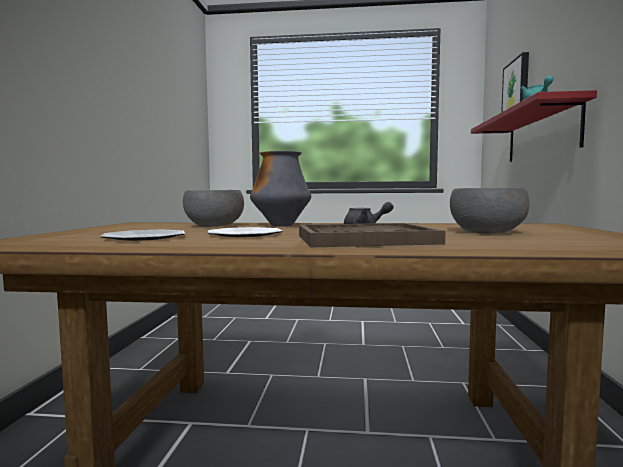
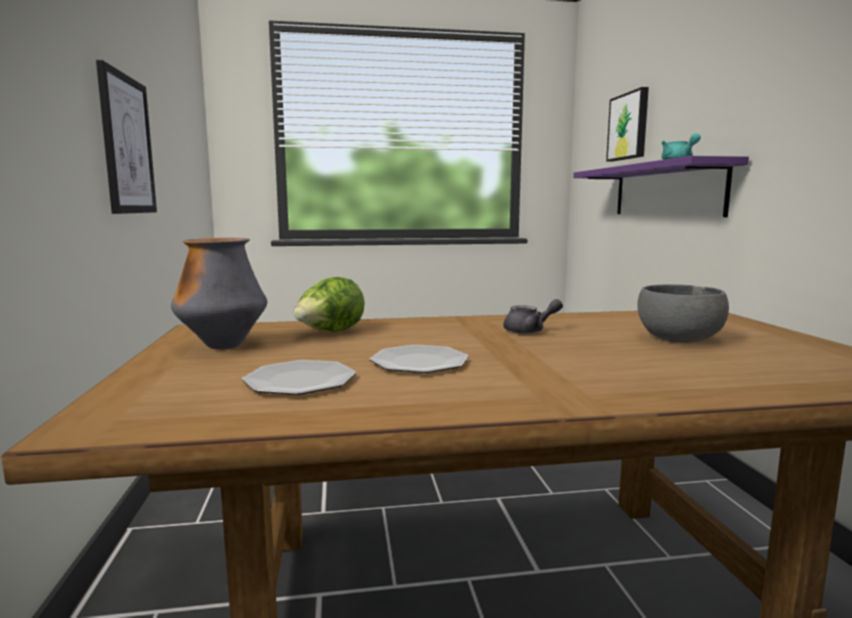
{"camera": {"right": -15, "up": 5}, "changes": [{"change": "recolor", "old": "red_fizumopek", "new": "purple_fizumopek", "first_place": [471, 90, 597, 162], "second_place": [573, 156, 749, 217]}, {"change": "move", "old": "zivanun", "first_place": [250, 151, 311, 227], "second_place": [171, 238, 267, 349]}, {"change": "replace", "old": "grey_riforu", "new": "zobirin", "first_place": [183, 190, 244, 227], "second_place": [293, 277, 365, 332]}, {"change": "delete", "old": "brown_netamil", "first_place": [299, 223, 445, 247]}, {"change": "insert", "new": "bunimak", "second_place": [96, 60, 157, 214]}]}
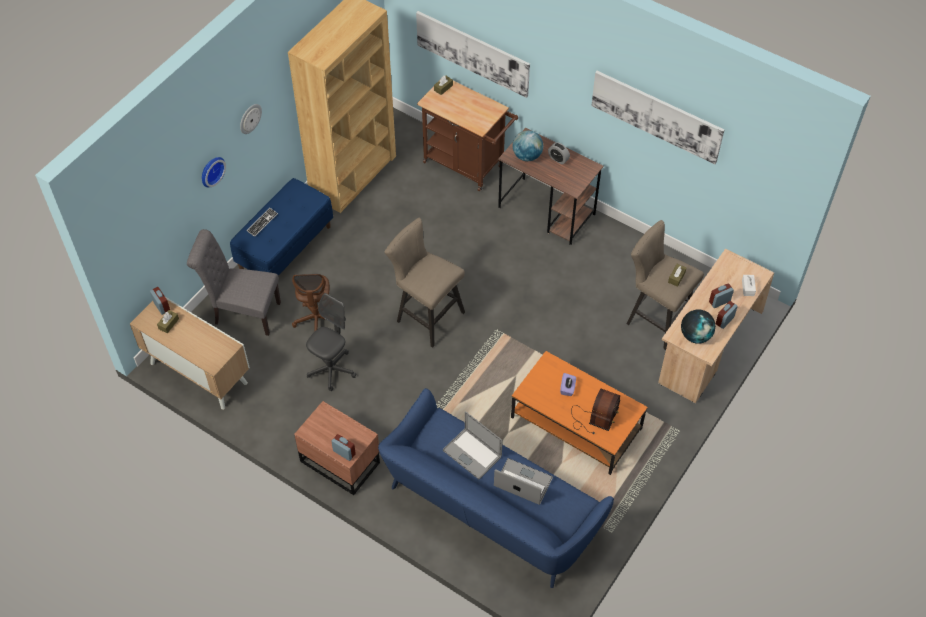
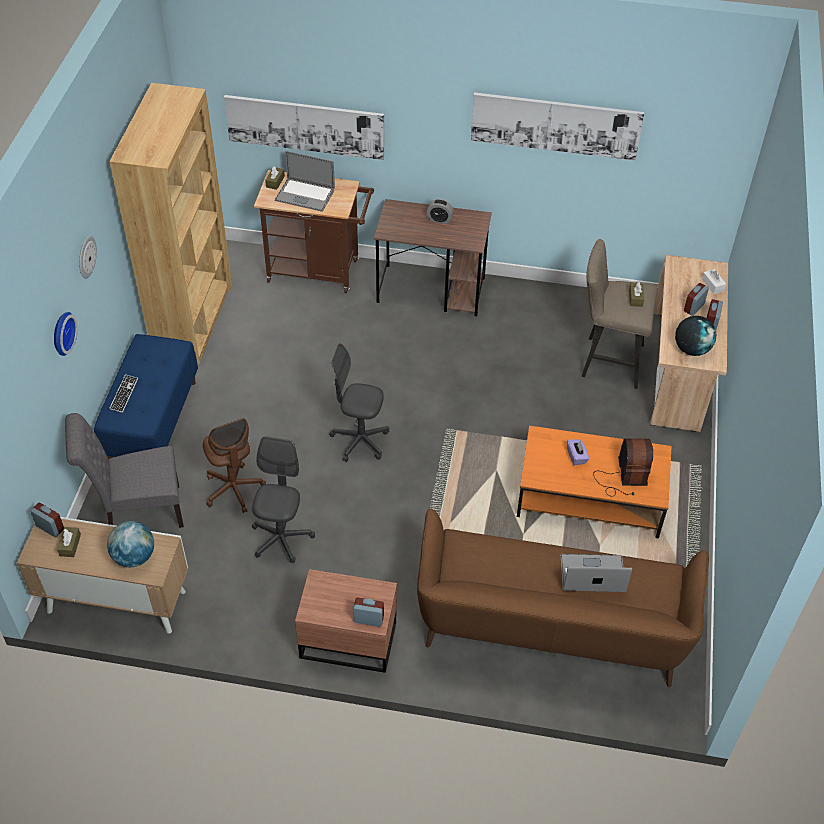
{"camera": {"right": -25, "up": -5}, "changes": [{"change": "move", "old": "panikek", "first_place": [513, 130, 543, 161], "second_place": [107, 521, 154, 567]}, {"change": "replace", "old": "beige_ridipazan", "new": "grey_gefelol", "first_place": [385, 218, 465, 348], "second_place": [329, 343, 389, 462]}, {"change": "recolor", "old": "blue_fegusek", "new": "brown_fegusek", "first_place": [378, 388, 614, 588], "second_place": [417, 509, 709, 687]}, {"change": "move", "old": "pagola", "first_place": [443, 411, 503, 479], "second_place": [275, 151, 335, 212]}]}
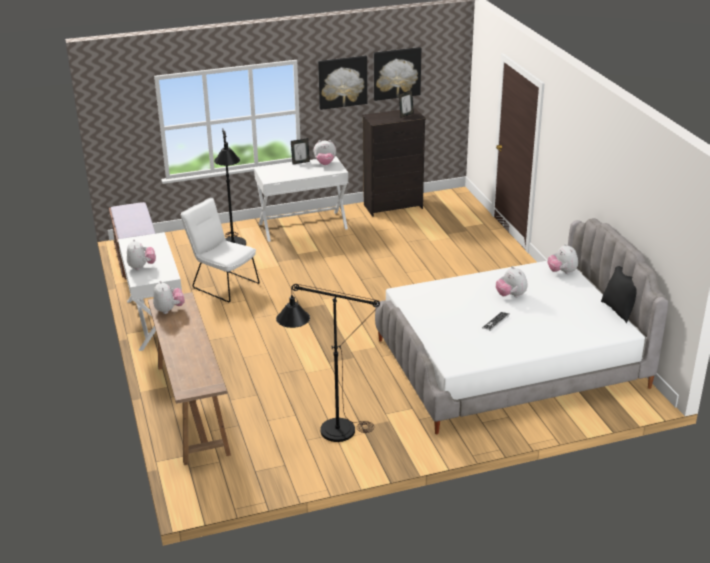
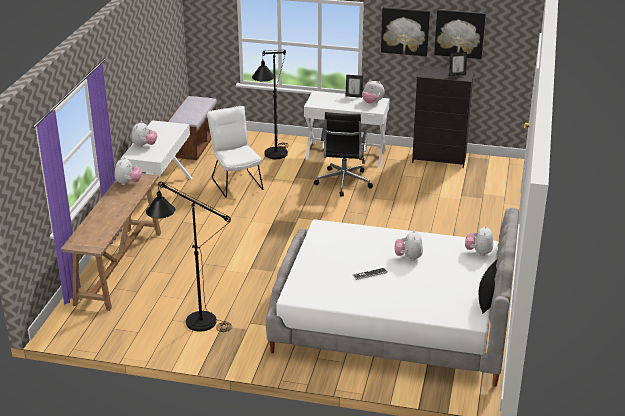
{"camera": {"right": 30, "up": 0}, "changes": [{"change": "insert", "new": "black_gefelol", "second_place": [314, 112, 373, 197]}]}
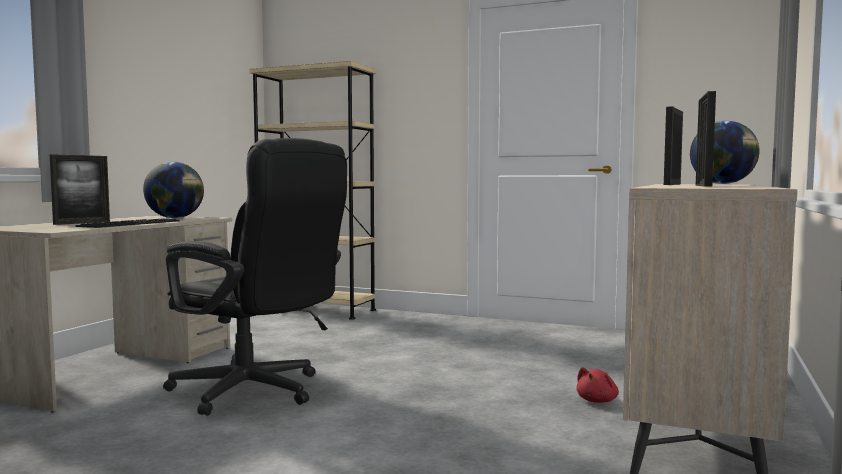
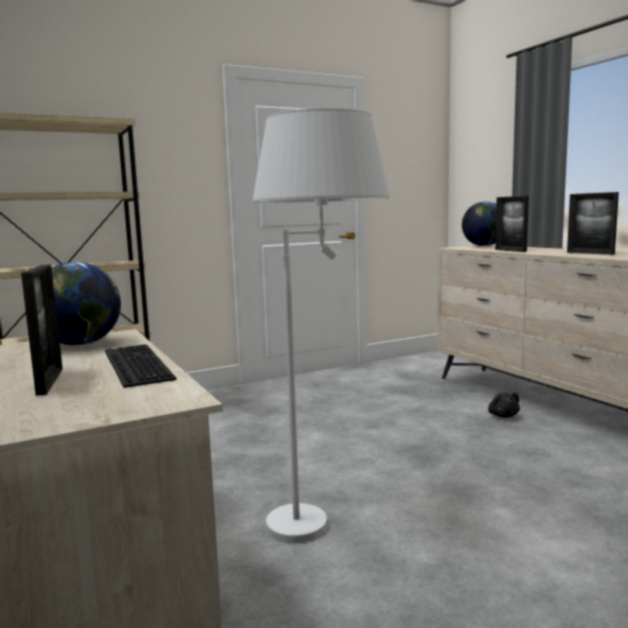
{"camera": {"right": -50, "up": 5}, "changes": [{"change": "replace", "old": "black_gefelol", "new": "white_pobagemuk", "first_place": [163, 138, 347, 416], "second_place": [253, 108, 389, 543]}, {"change": "recolor", "old": "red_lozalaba", "new": "black_lozalaba", "first_place": [576, 367, 619, 403], "second_place": [488, 393, 520, 418]}]}
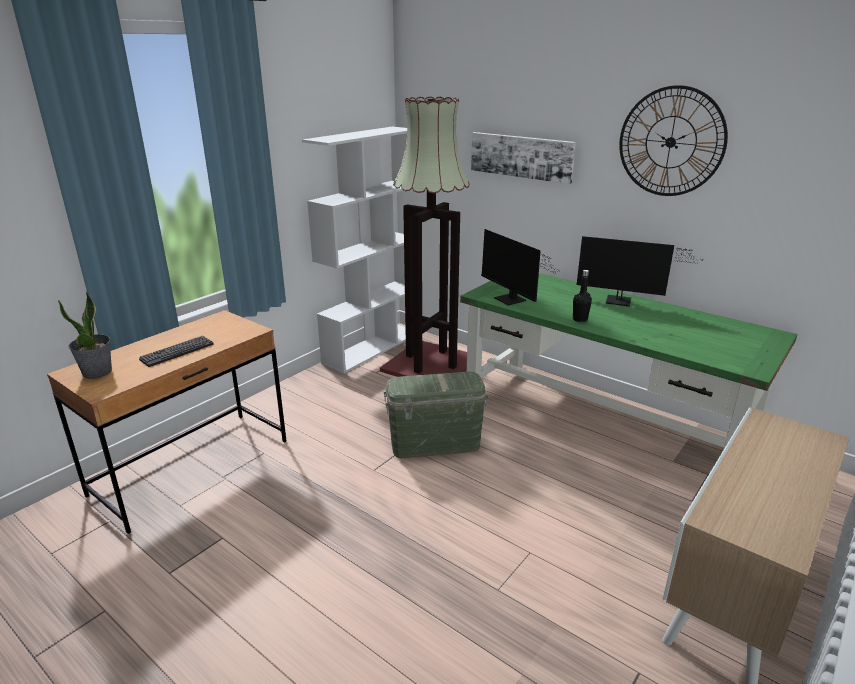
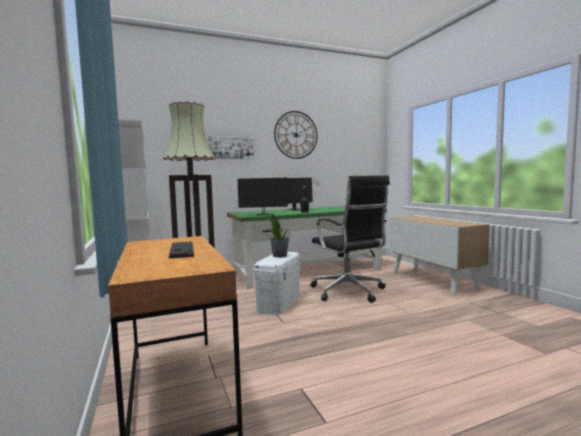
{"camera": {"right": -60, "up": -20}, "changes": [{"change": "move", "old": "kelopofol", "first_place": [58, 291, 112, 379], "second_place": [269, 213, 290, 257]}, {"change": "recolor", "old": "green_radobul", "new": "white_radobul", "first_place": [384, 372, 488, 458], "second_place": [253, 252, 300, 315]}, {"change": "insert", "new": "black_gefelol", "second_place": [311, 175, 390, 303]}]}
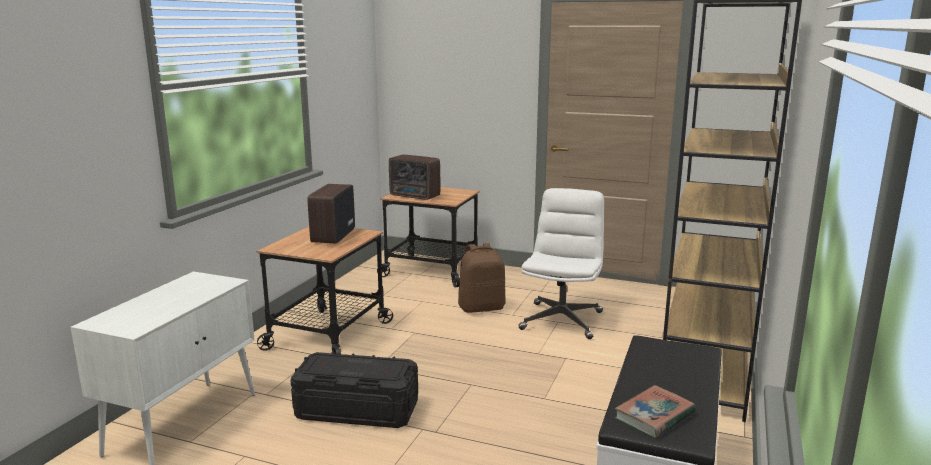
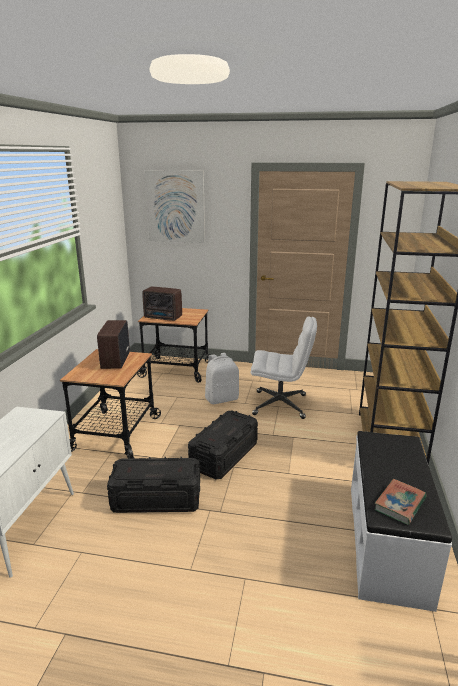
{"camera": {"right": -10, "up": 5}, "changes": [{"change": "rotate", "old": "white_gefelol", "first_place": [518, 188, 604, 339], "second_place": [251, 316, 317, 419], "degrees": 90}, {"change": "recolor", "old": "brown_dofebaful", "new": "white_dofebaful", "first_place": [458, 243, 506, 313], "second_place": [205, 353, 239, 404]}, {"change": "insert", "new": "bunimak", "second_place": [145, 170, 205, 243]}, {"change": "insert", "new": "black_radobul", "second_place": [188, 411, 258, 480]}]}
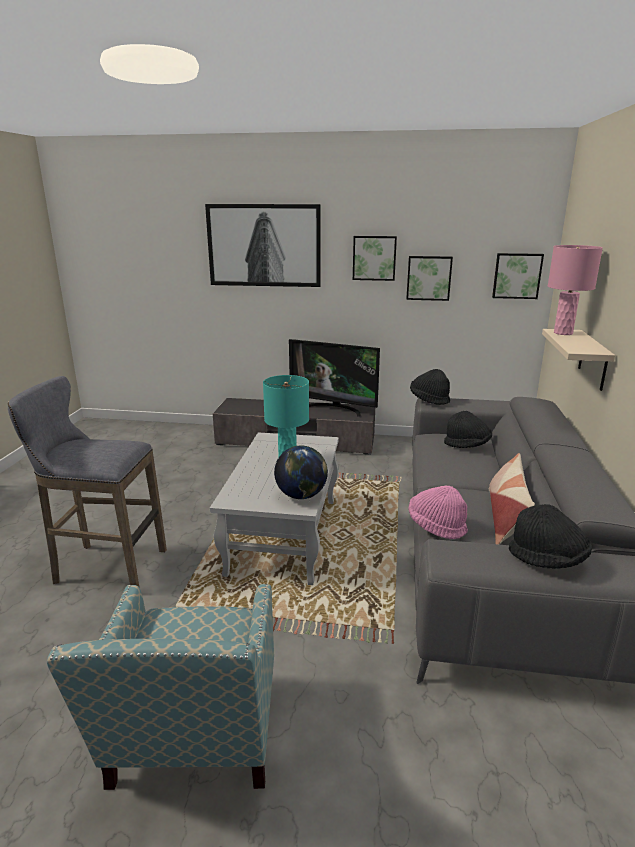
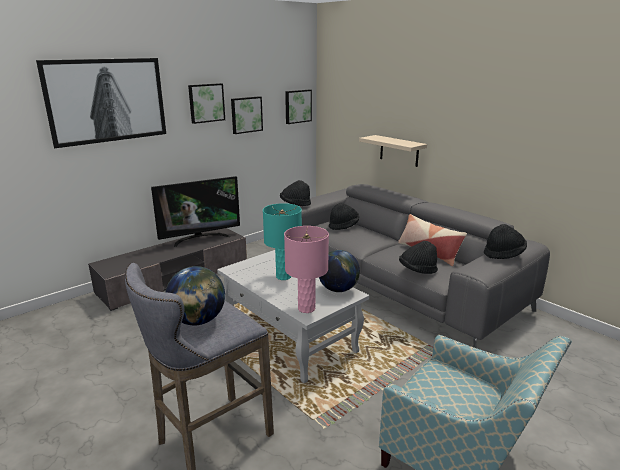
{"camera": {"right": -50, "up": 0}, "changes": [{"change": "move", "old": "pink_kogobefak", "first_place": [548, 245, 603, 335], "second_place": [284, 226, 329, 313]}, {"change": "recolor", "old": "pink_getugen", "new": "black_getugen", "first_place": [408, 486, 468, 539], "second_place": [399, 241, 438, 274]}, {"change": "insert", "new": "panikek", "second_place": [165, 266, 225, 326]}]}
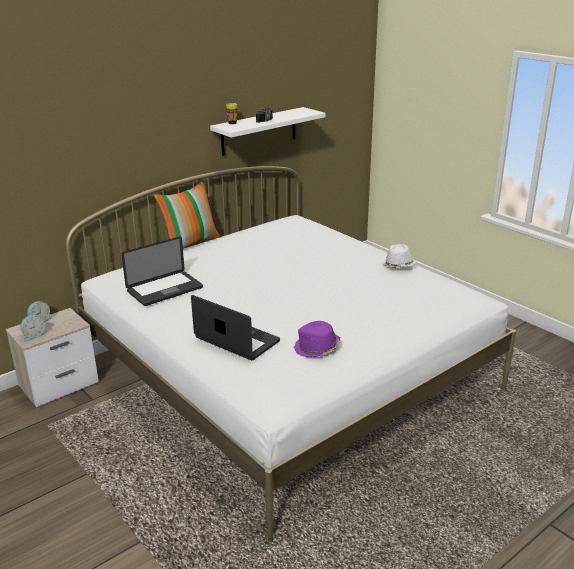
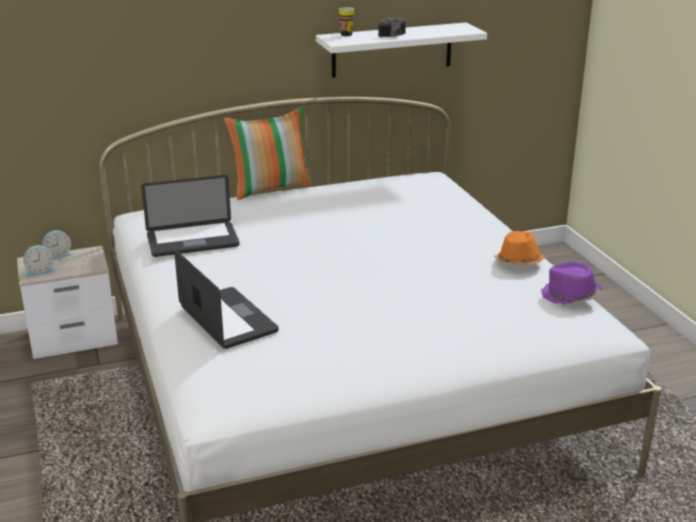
{"camera": {"right": 20, "up": 0}, "changes": [{"change": "recolor", "old": "white_getugen", "new": "orange_getugen", "first_place": [382, 244, 416, 268], "second_place": [494, 231, 544, 265]}, {"change": "move", "old": "purple_getugen", "first_place": [294, 321, 340, 357], "second_place": [541, 261, 602, 305]}]}
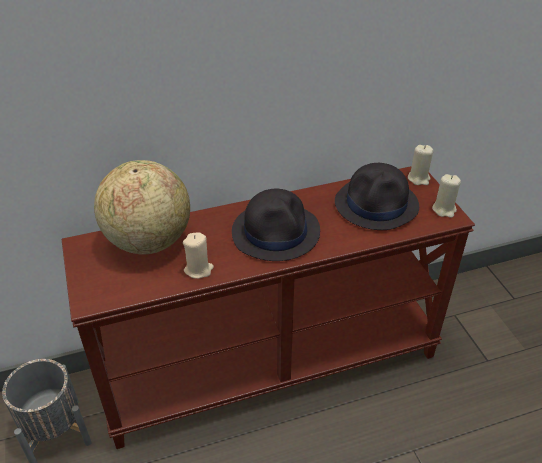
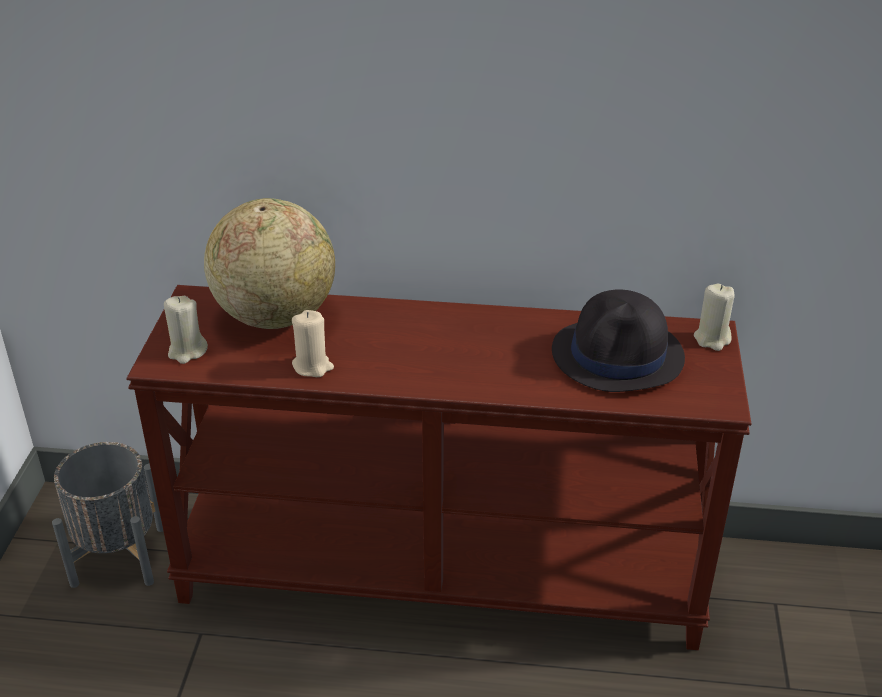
{"camera": {"right": 25, "up": -5}, "changes": [{"change": "move", "old": "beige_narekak", "first_place": [432, 174, 461, 218], "second_place": [164, 296, 208, 364]}, {"change": "delete", "old": "black_getugen", "first_place": [232, 189, 320, 261]}]}
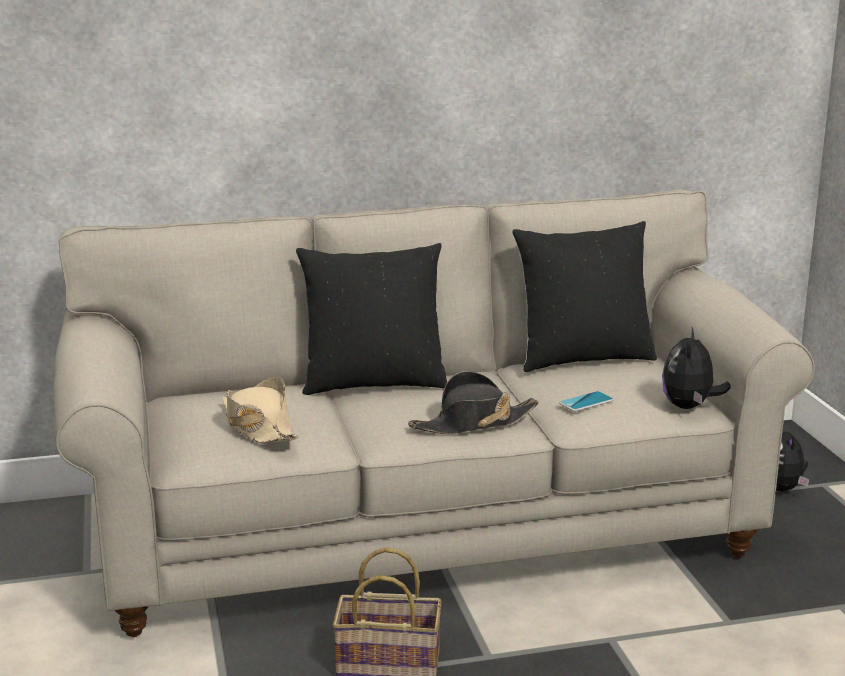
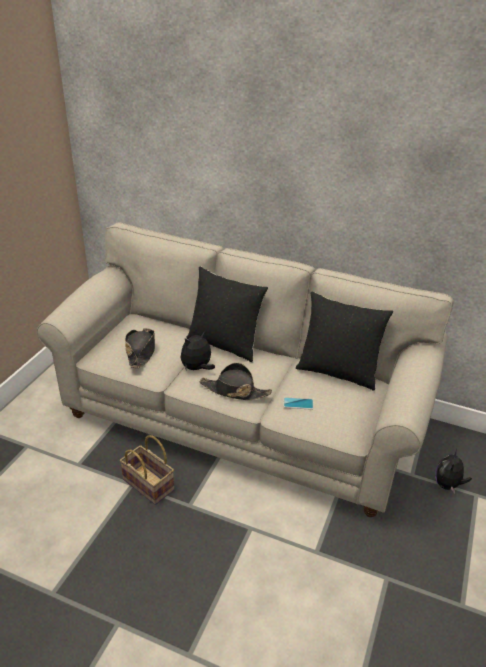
{"camera": {"right": 35, "up": 15}, "changes": [{"change": "move", "old": "lozalaba", "first_place": [662, 328, 731, 409], "second_place": [180, 331, 215, 370]}, {"change": "recolor", "old": "beige_getugen", "new": "black_getugen", "first_place": [223, 377, 299, 444], "second_place": [125, 328, 155, 368]}]}
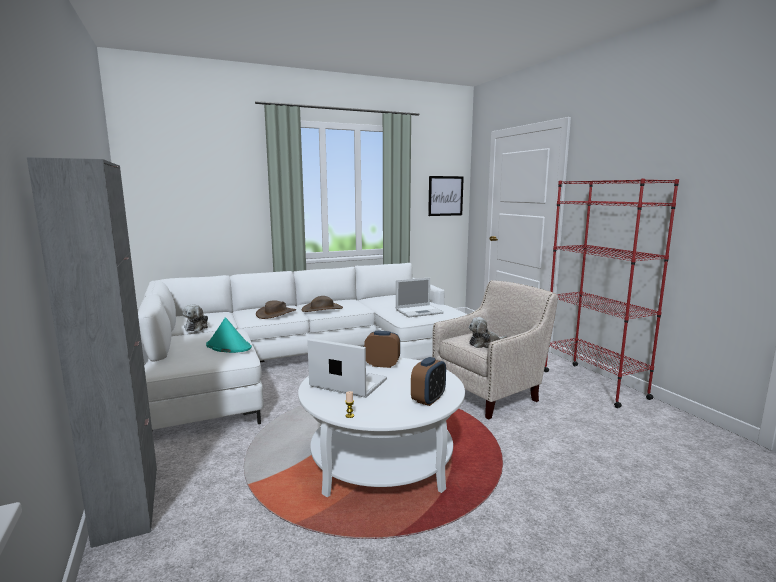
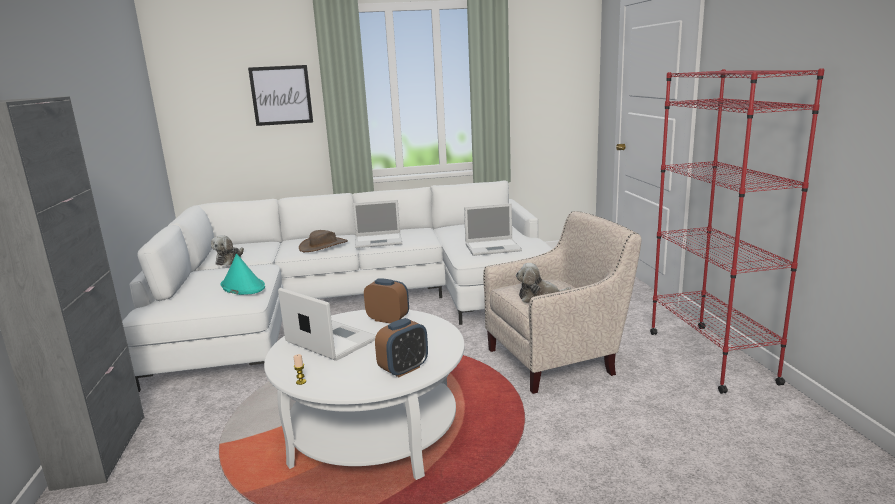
{"camera": {"right": 15, "up": 5}, "changes": [{"change": "move", "old": "bunimak", "first_place": [428, 176, 464, 216], "second_place": [248, 65, 313, 126]}, {"change": "replace", "old": "brown_getugen", "new": "pagola", "first_place": [302, 296, 343, 312], "second_place": [353, 200, 402, 248]}]}
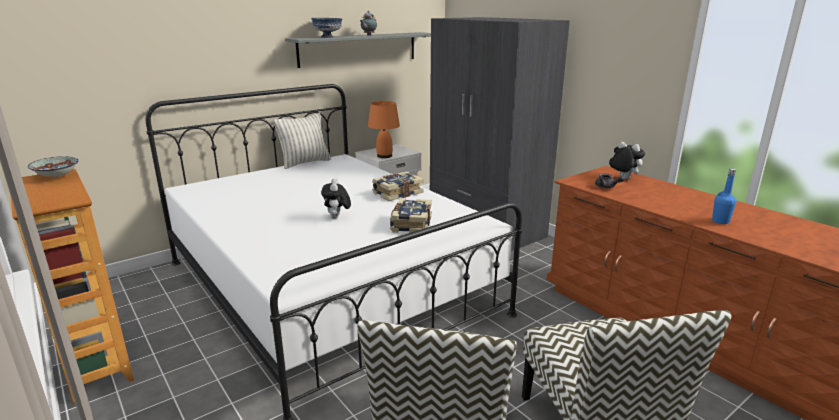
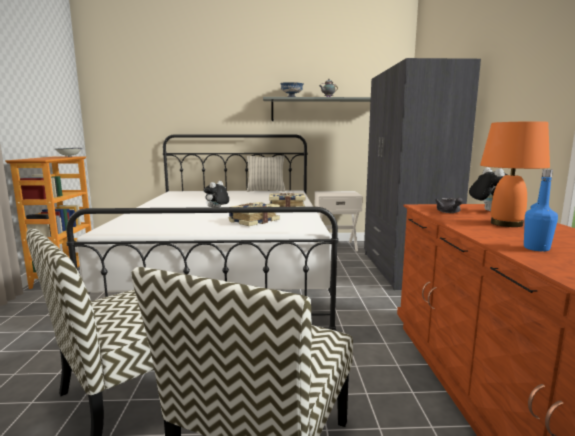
{"camera": {"right": 35, "up": -10}, "changes": [{"change": "move", "old": "orange_kogobefak", "first_place": [368, 101, 400, 158], "second_place": [480, 121, 550, 227]}]}
